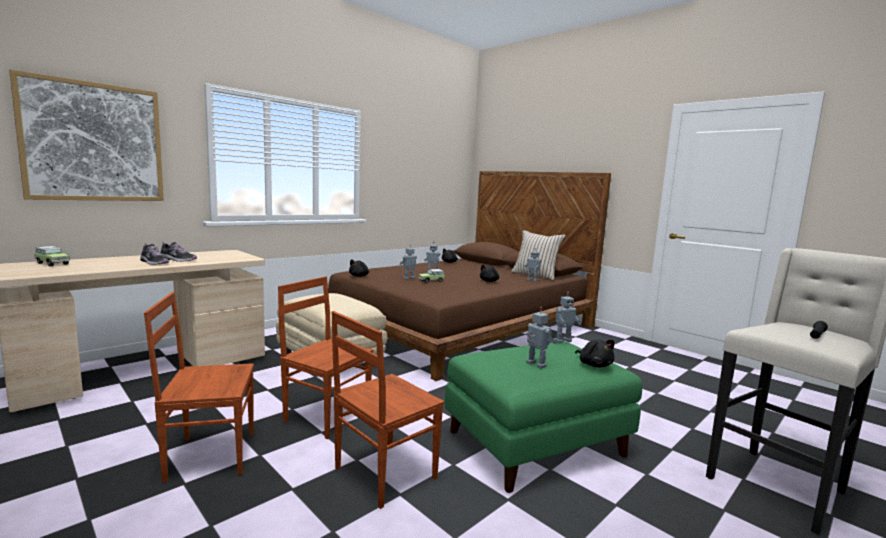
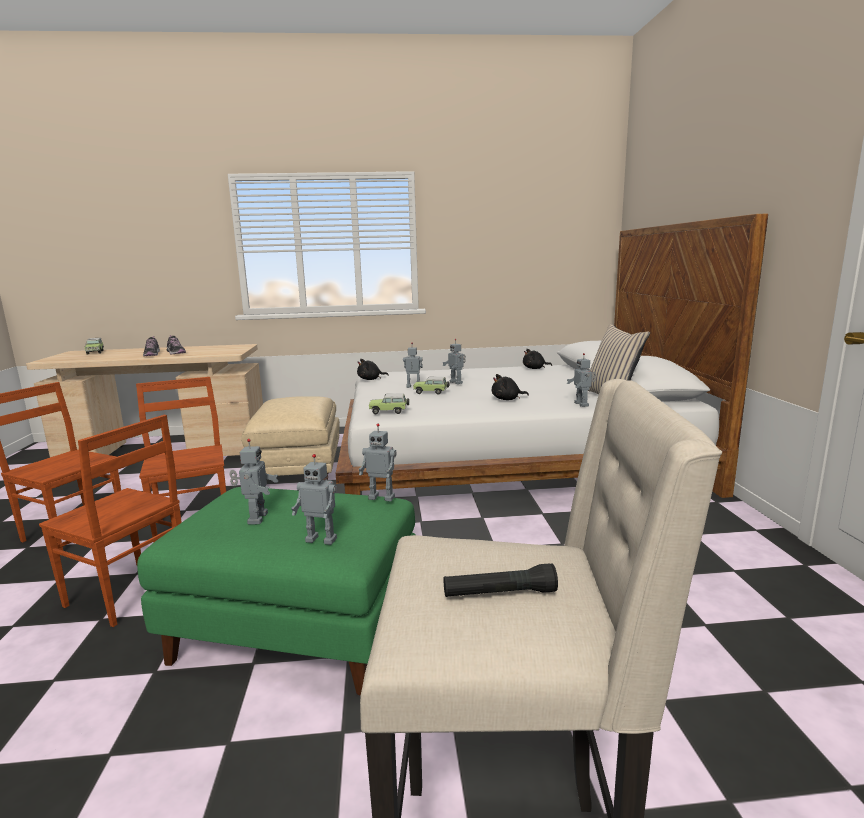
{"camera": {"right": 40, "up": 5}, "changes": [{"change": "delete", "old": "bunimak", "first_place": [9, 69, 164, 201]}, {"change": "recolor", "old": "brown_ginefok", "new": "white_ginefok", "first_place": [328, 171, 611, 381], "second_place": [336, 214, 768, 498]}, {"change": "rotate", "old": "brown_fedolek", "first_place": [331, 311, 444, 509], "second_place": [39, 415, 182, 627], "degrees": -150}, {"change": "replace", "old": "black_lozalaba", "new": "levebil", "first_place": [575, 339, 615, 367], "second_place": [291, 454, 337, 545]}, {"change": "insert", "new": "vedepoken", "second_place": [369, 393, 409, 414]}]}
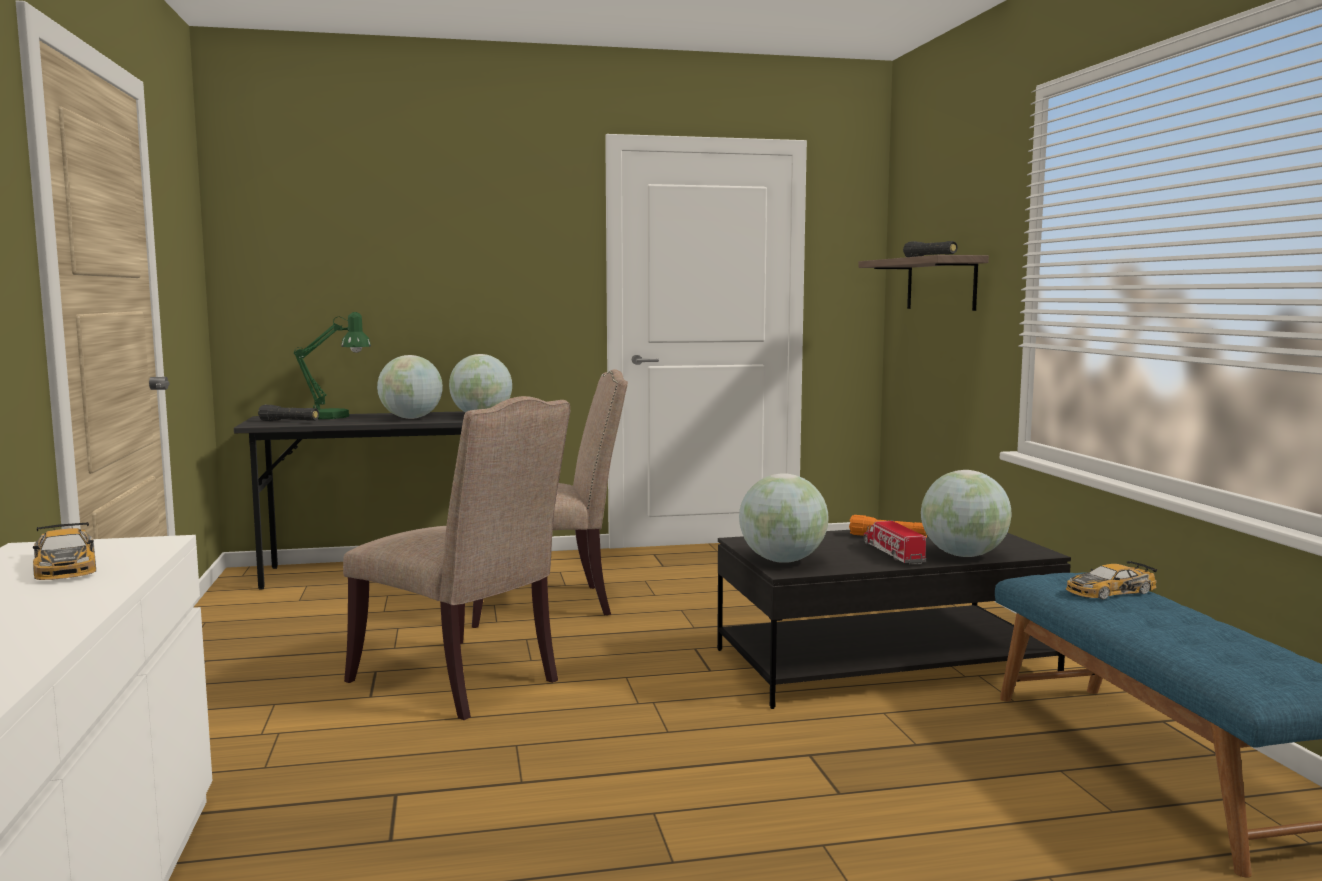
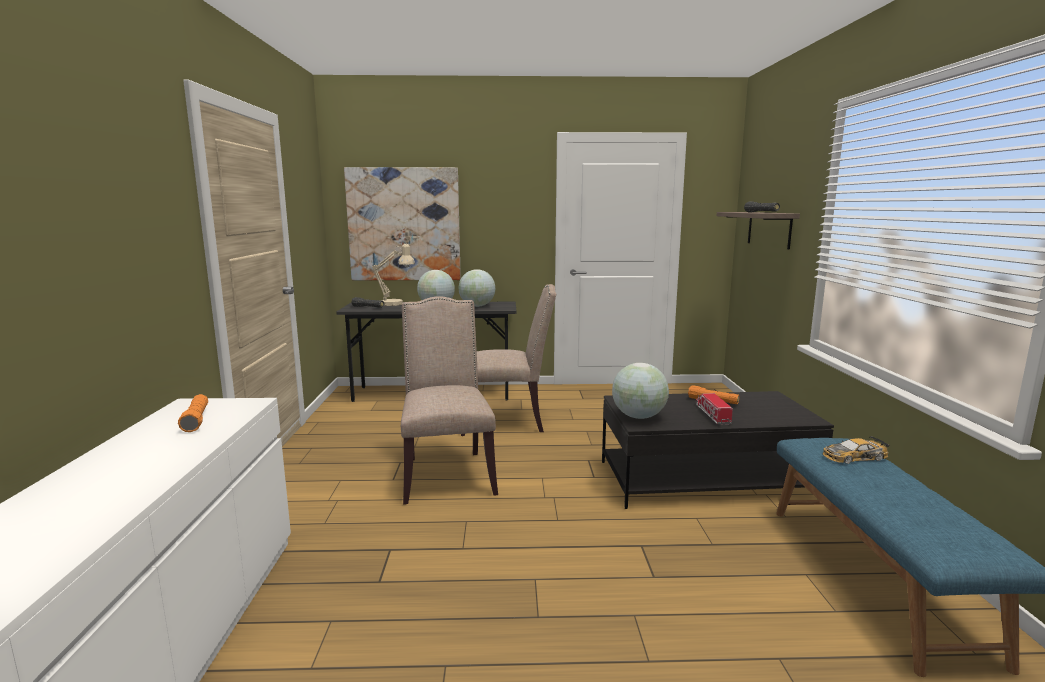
{"camera": {"right": 10, "up": 5}, "changes": [{"change": "recolor", "old": "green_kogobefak", "new": "beige_kogobefak", "first_place": [294, 312, 371, 419], "second_place": [372, 244, 415, 306]}, {"change": "rotate", "old": "beige_fedolek", "first_place": [343, 396, 570, 720], "second_place": [401, 296, 498, 505], "degrees": -150}, {"change": "delete", "old": "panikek", "first_place": [921, 470, 1011, 557]}, {"change": "replace", "old": "vedepoken", "new": "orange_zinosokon", "first_place": [33, 522, 96, 580], "second_place": [178, 394, 208, 432]}, {"change": "insert", "new": "bunimak", "second_place": [344, 167, 461, 280]}]}
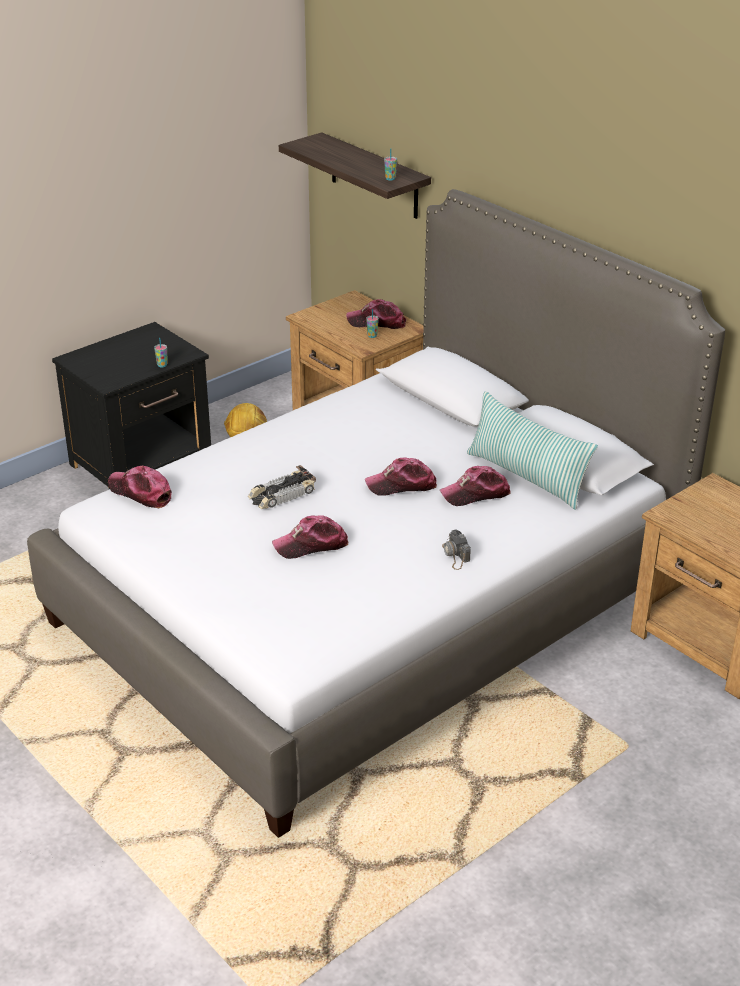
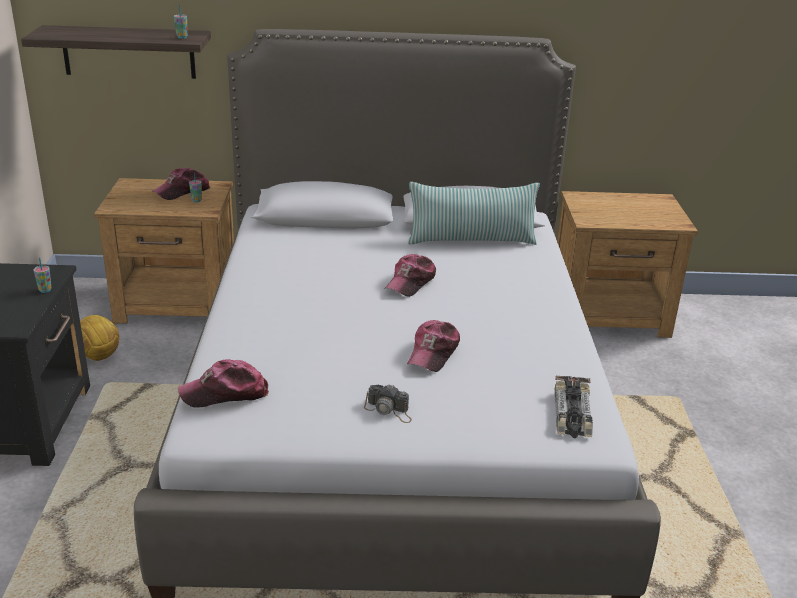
{"camera": {"right": -50, "up": -5}, "changes": [{"change": "move", "old": "vedepoken", "first_place": [248, 465, 316, 509], "second_place": [554, 375, 593, 439]}, {"change": "delete", "old": "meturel", "first_place": [440, 466, 511, 506]}, {"change": "move", "old": "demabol", "first_place": [442, 530, 471, 570], "second_place": [364, 385, 412, 423]}]}
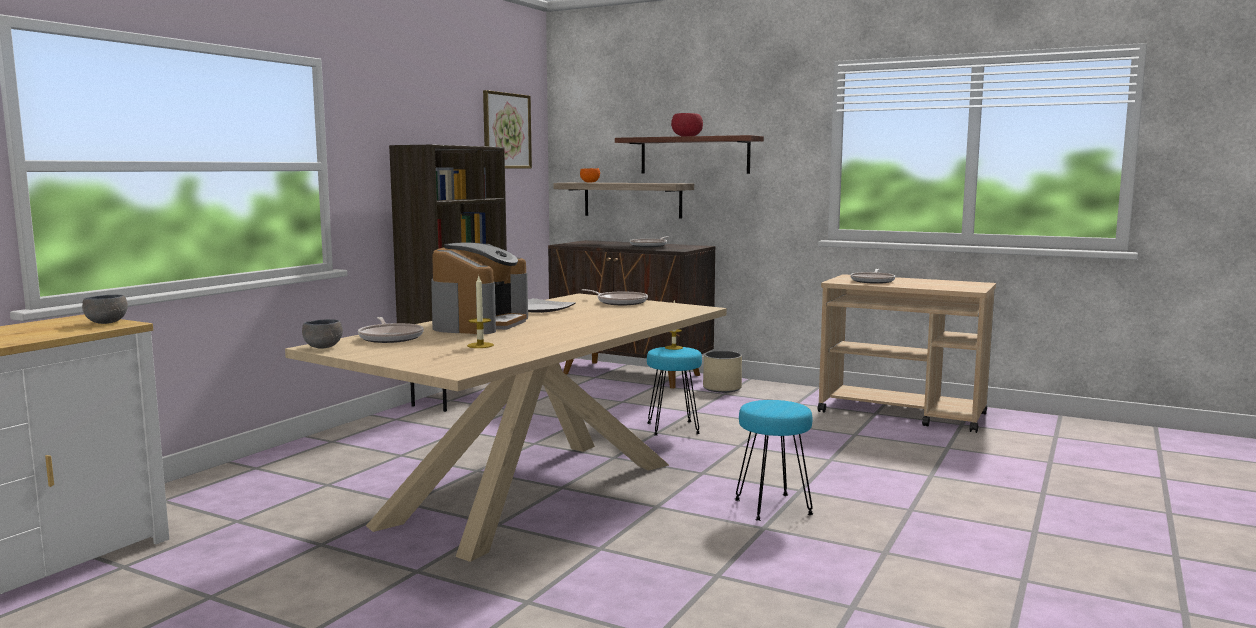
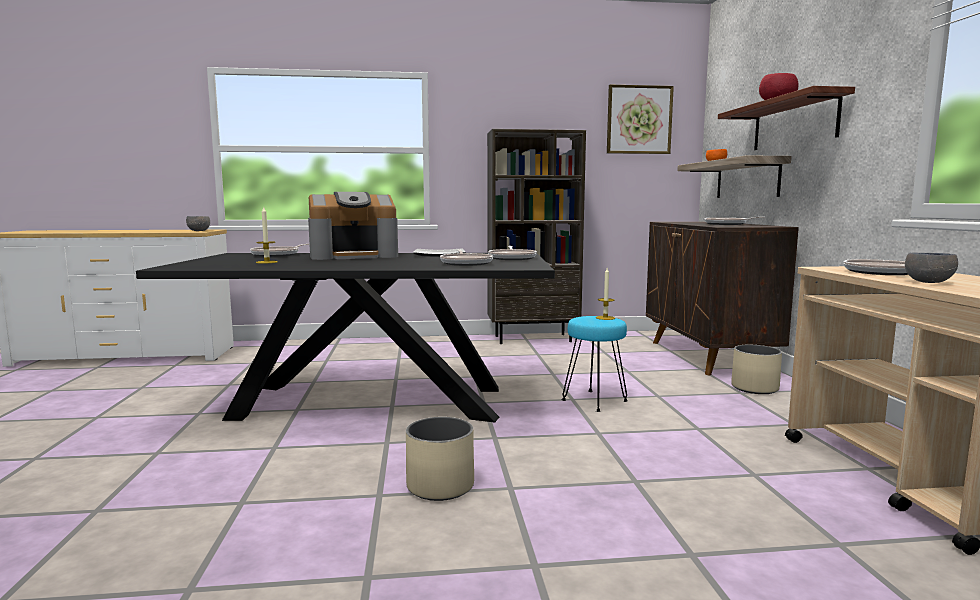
{"camera": {"right": 55, "up": 0}, "changes": [{"change": "recolor", "old": "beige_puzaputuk", "new": "black_puzaputuk", "first_place": [285, 293, 727, 562], "second_place": [136, 253, 555, 423]}, {"change": "move", "old": "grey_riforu", "first_place": [302, 319, 343, 349], "second_place": [905, 253, 958, 283]}, {"change": "replace", "old": "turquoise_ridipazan", "new": "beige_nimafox", "first_place": [735, 400, 813, 521], "second_place": [406, 417, 474, 501]}, {"change": "insert", "new": "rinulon", "second_place": [440, 250, 493, 266]}]}
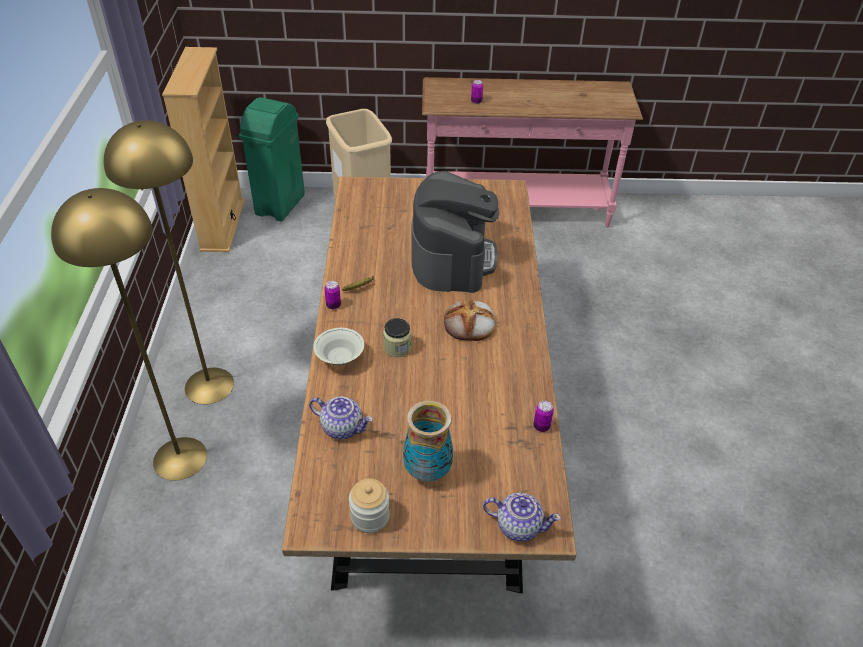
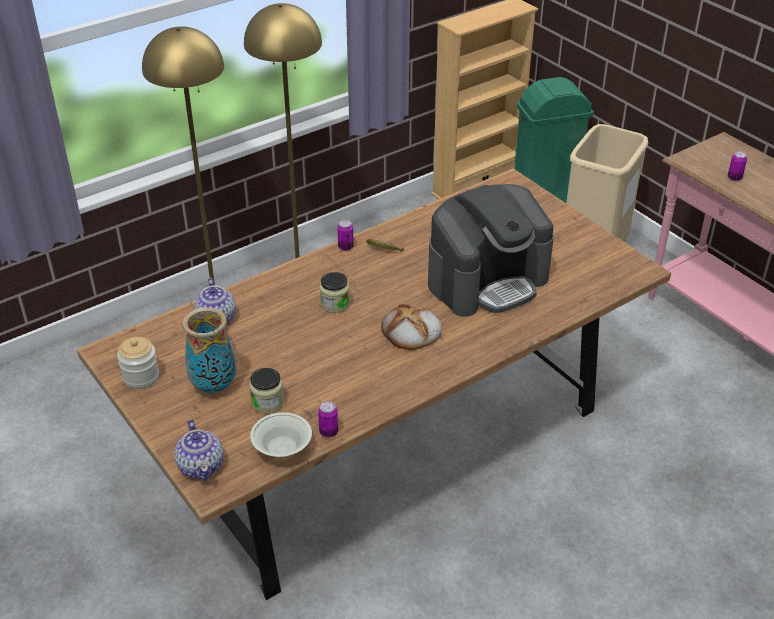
{"camera": {"right": 55, "up": -5}, "changes": [{"change": "move", "old": "white_riforu", "first_place": [313, 328, 364, 365], "second_place": [250, 412, 312, 458]}, {"change": "insert", "new": "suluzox", "second_place": [249, 368, 284, 414]}]}
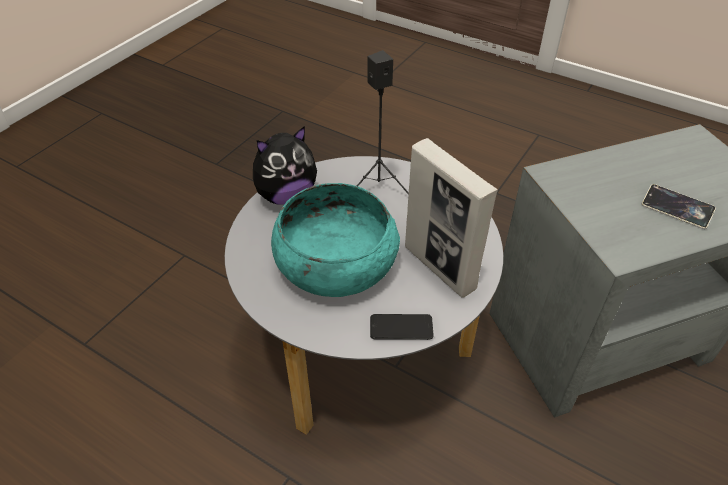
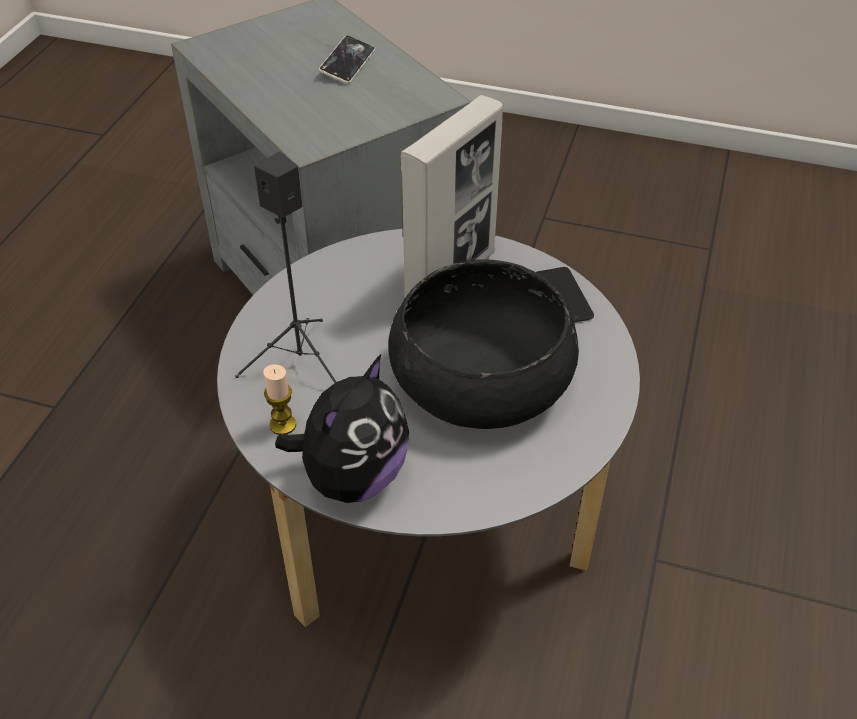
{"camera": {"right": -105, "up": 0}, "changes": [{"change": "rotate", "old": "lozalaba", "first_place": [253, 126, 317, 204], "second_place": [275, 354, 409, 503], "degrees": 75}, {"change": "recolor", "old": "turquoise_riforu", "new": "black_riforu", "first_place": [271, 183, 400, 297], "second_place": [388, 259, 579, 429]}, {"change": "insert", "new": "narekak", "second_place": [263, 364, 296, 435]}]}
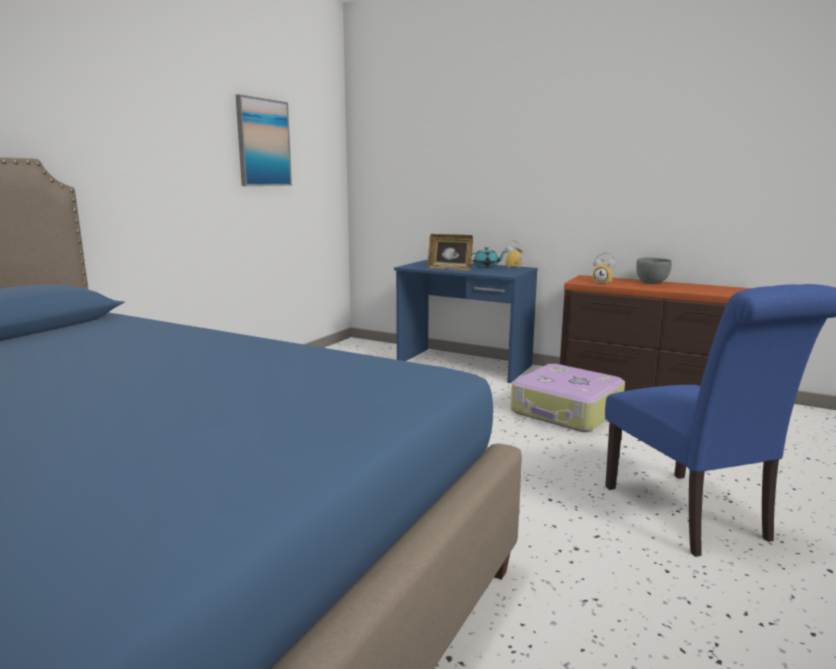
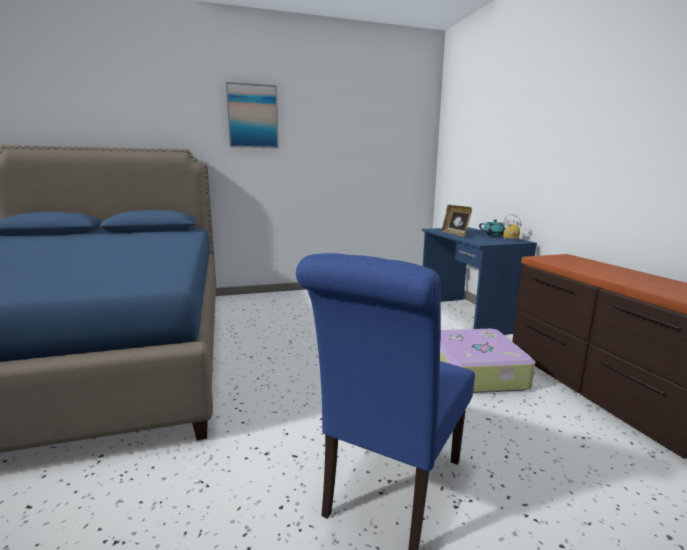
{"camera": {"right": 45, "up": 0}, "changes": [{"change": "move", "old": "bunimak", "first_place": [236, 94, 292, 186], "second_place": [226, 82, 279, 148]}, {"change": "delete", "old": "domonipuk", "first_place": [593, 252, 616, 284]}, {"change": "delete", "old": "grey_riforu", "first_place": [636, 257, 672, 284]}]}
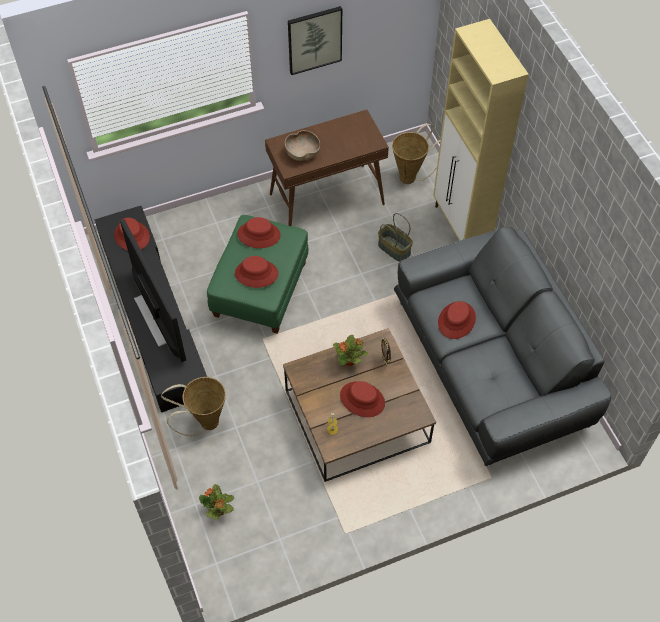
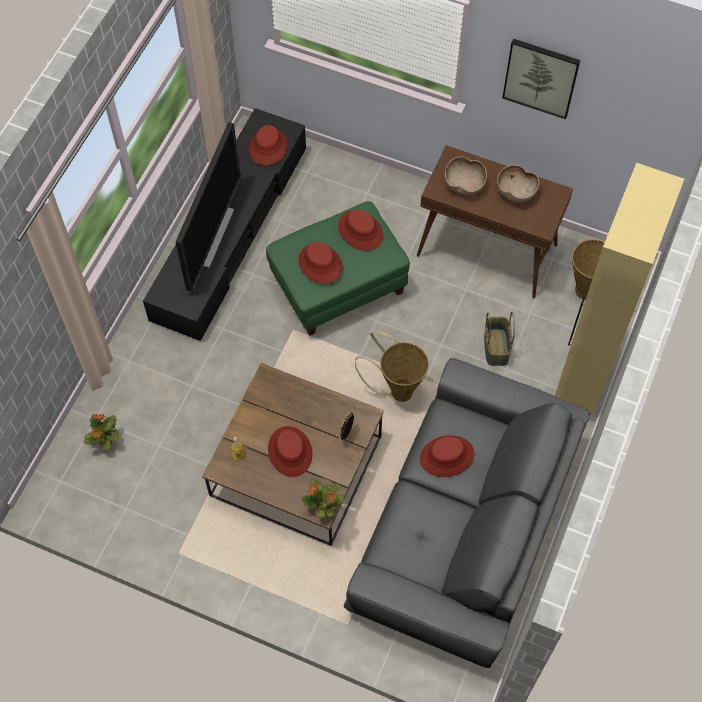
{"camera": {"right": 45, "up": 5}, "changes": [{"change": "move", "old": "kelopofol", "first_place": [333, 335, 368, 366], "second_place": [301, 479, 345, 518]}, {"change": "move", "old": "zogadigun", "first_place": [161, 377, 226, 436], "second_place": [355, 331, 429, 402]}, {"change": "insert", "new": "brown_riforu", "second_place": [497, 165, 539, 203]}]}
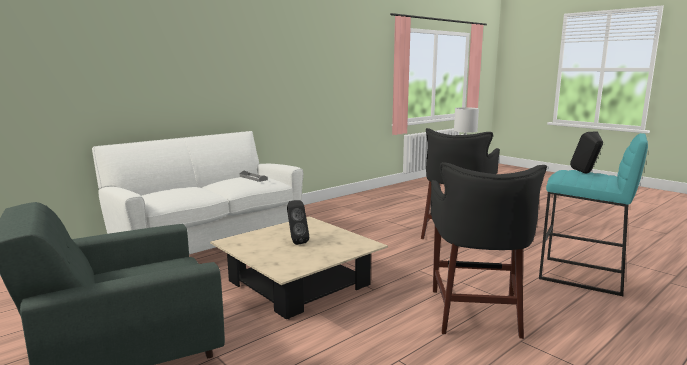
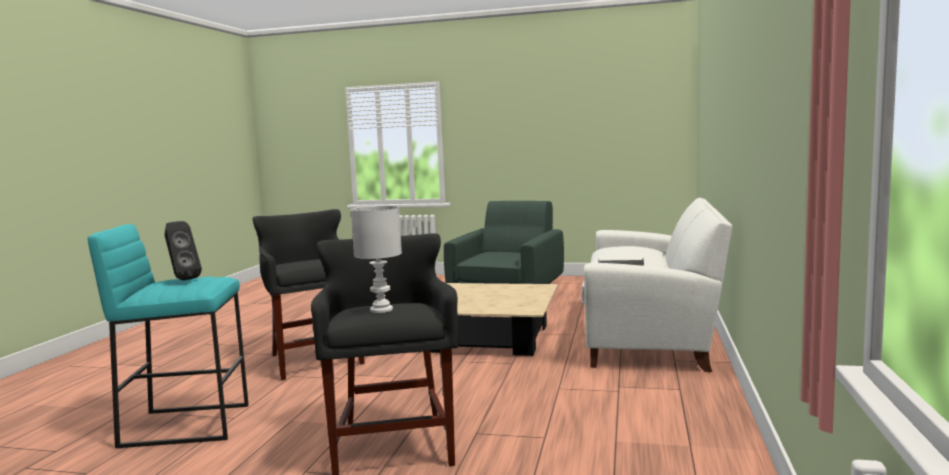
{"camera": {"right": 145, "up": -5}, "changes": [{"change": "delete", "old": "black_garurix", "first_place": [287, 200, 309, 245]}]}
